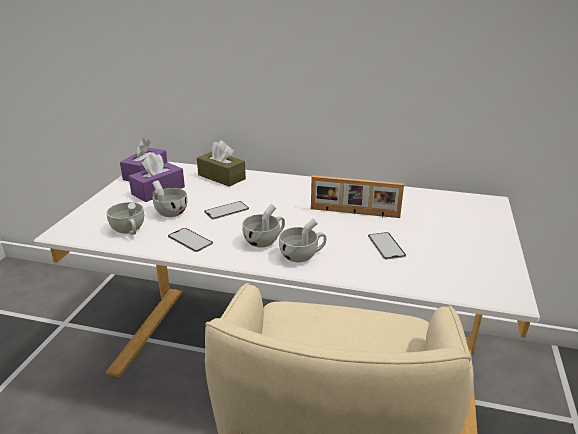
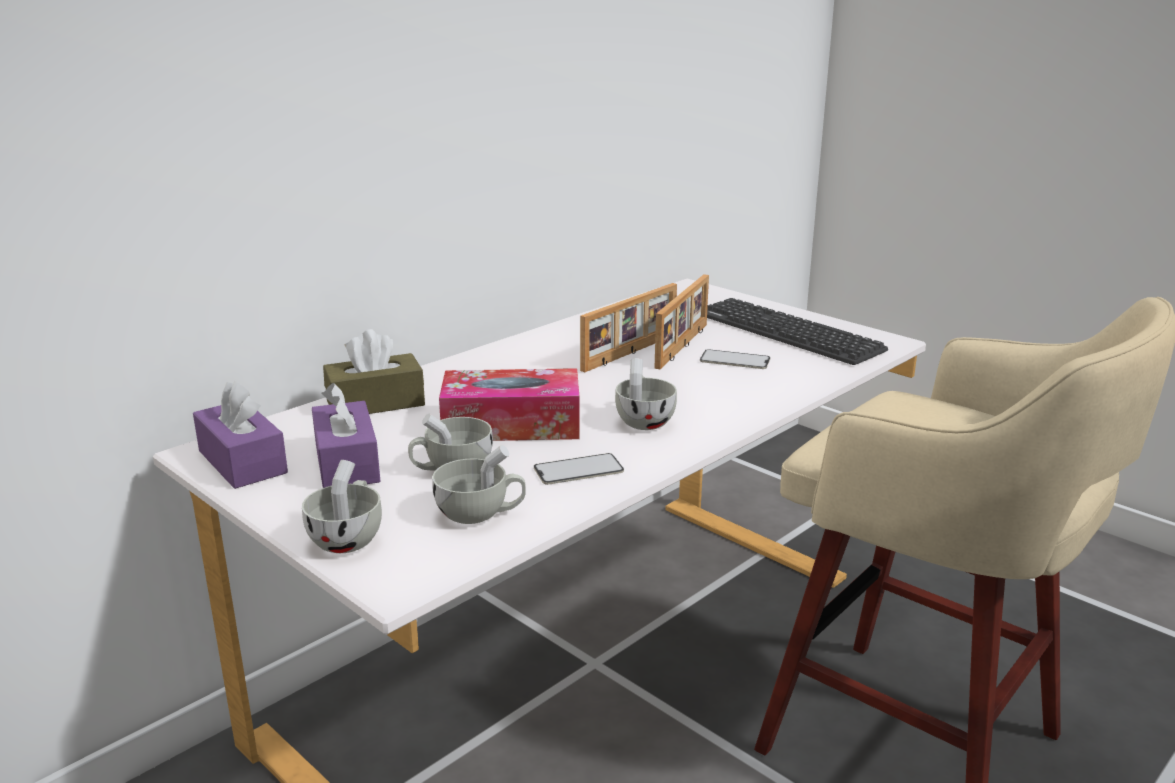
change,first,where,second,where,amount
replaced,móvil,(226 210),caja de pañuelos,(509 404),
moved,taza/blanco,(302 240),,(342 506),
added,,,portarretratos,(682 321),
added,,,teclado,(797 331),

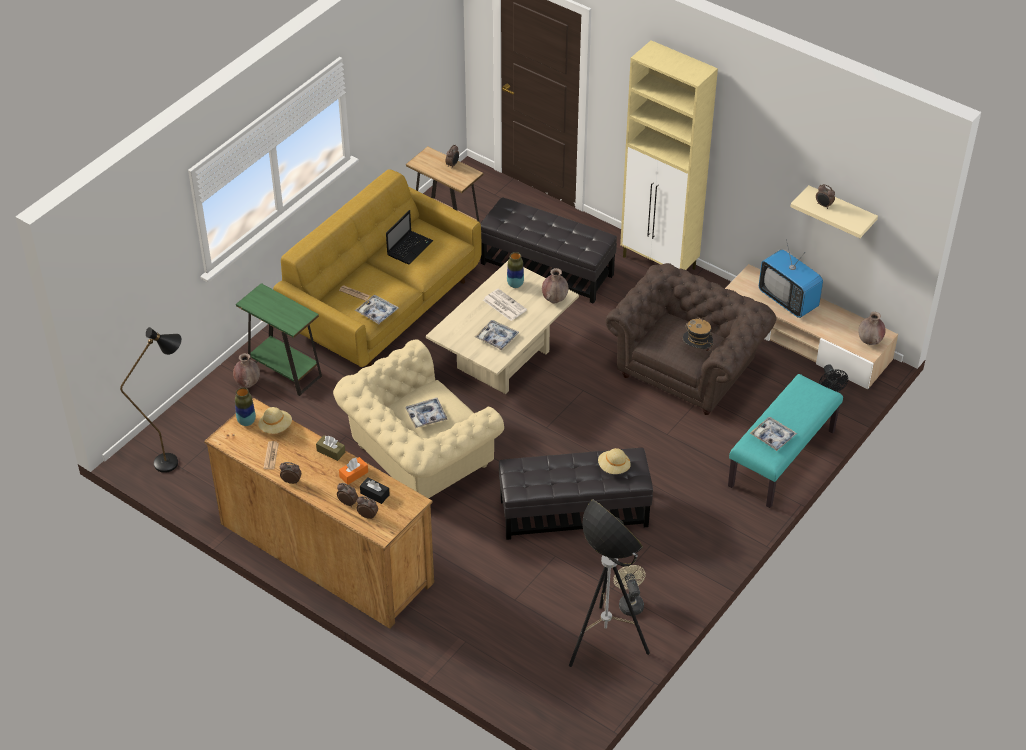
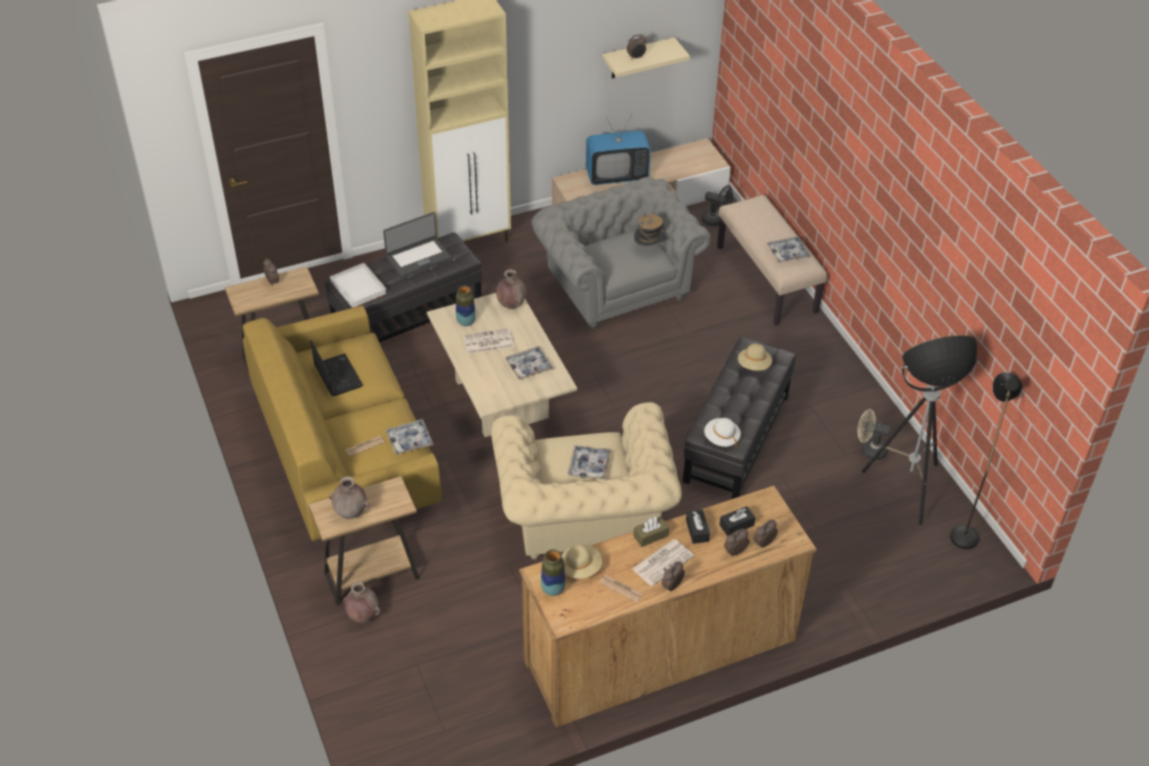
change,first,where,second,where,amount
moved,lámpara de pie/negro,(151 400),,(986 460),
recoloured,mesa auxiliar/verde,(279 339),mesa auxiliar/marrón,(364 540),
recoloured,caja de pañuelos/naranja,(353 471),caja de pañuelos/negro,(698 527),
recoloured,sillón/marrón,(691 339),sillón/gris,(621 253),
recoloured,banco/turquesa,(785 441),banco/beis,(772 260),
moved,florero/marrón,(872 328),,(349 497),
added,,,bandeja/blanco,(358 285),
added,,,portátil,(417 244),
added,,,periódico,(663 562),
added,,,sombrero/blanco,(722 433),

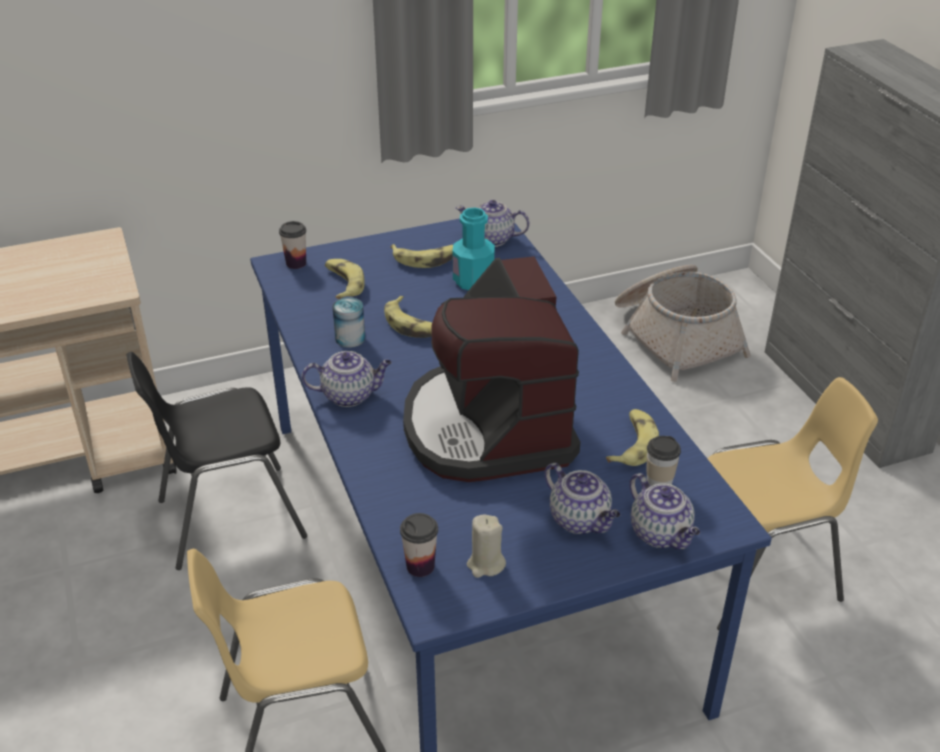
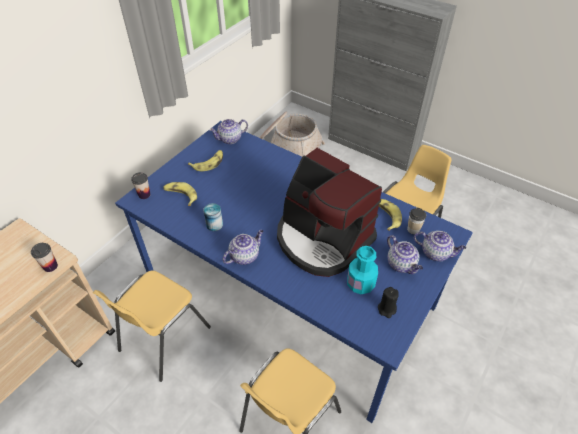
change,first,where,second,where,amount
recoloured,silla/negro,(216 461),silla/amarillo,(152 326),
removed,plátano,(408 317),,,
moved,taza,(419 545),,(44 257),
moved,botella/turquesa,(474 248),,(362 270),
recoloured,vela/beis,(486 546),vela/negro,(388 302),
turned,tetera,(583 498),,(405 254),45 degrees clockwise

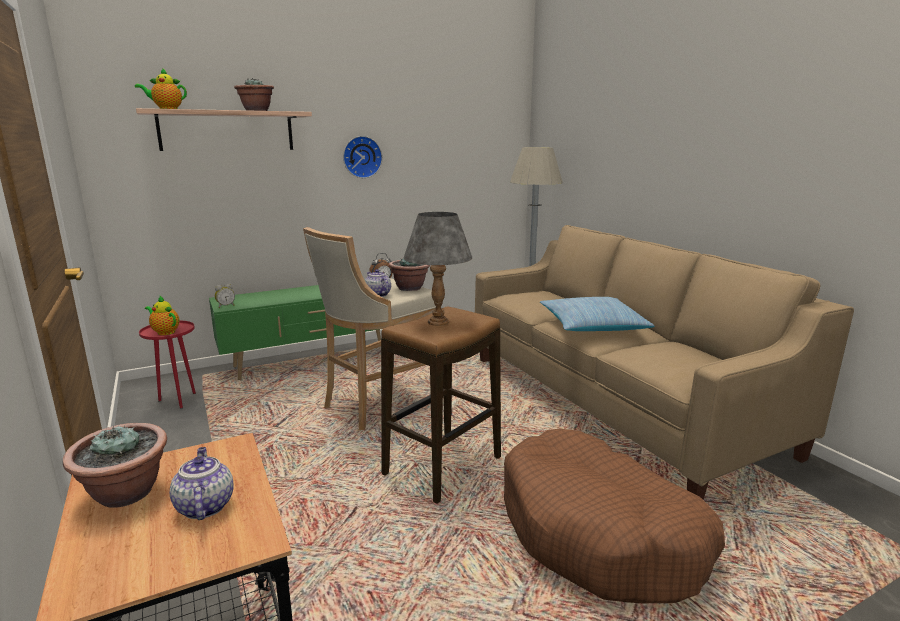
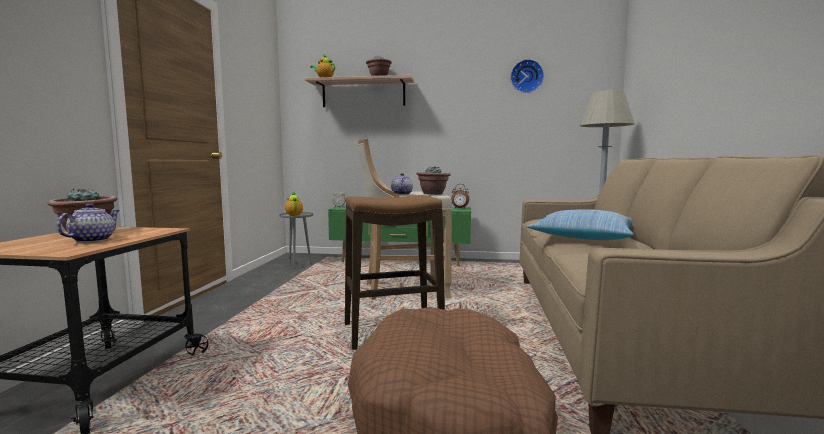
change,first,where,second,where,amount
recoloured,mesa auxiliar/rojo,(167 365),mesa auxiliar/gris,(296 240),
moved,reloj de pared,(362 157),,(527 76),
removed,lámpara de mesa/gris,(438 269),,,

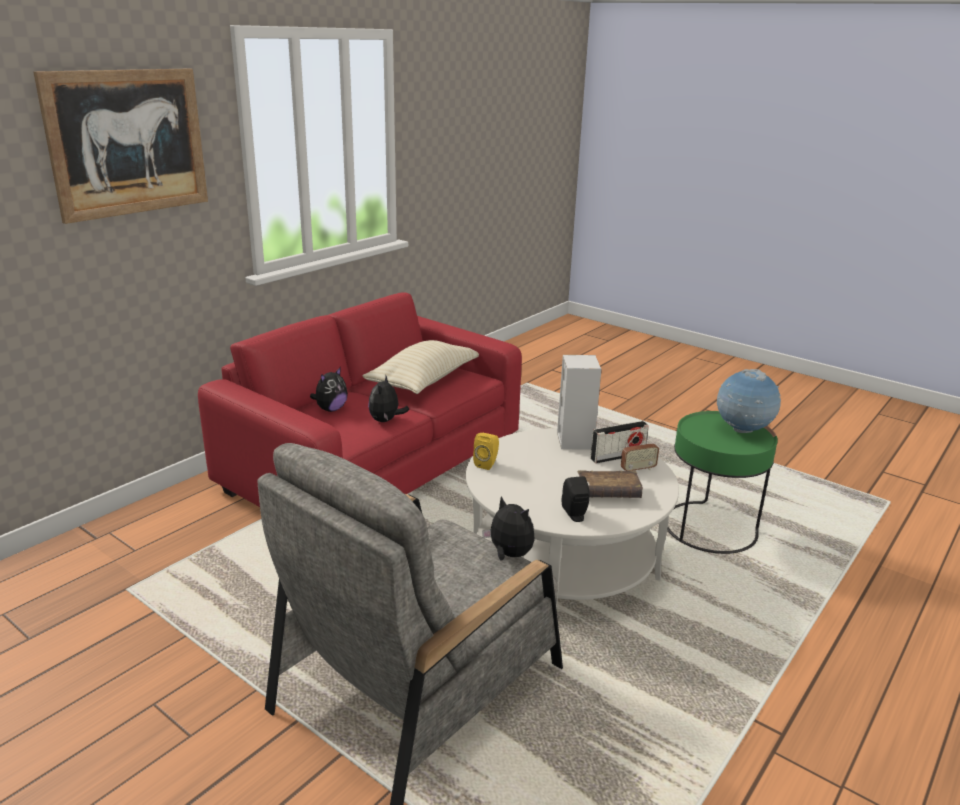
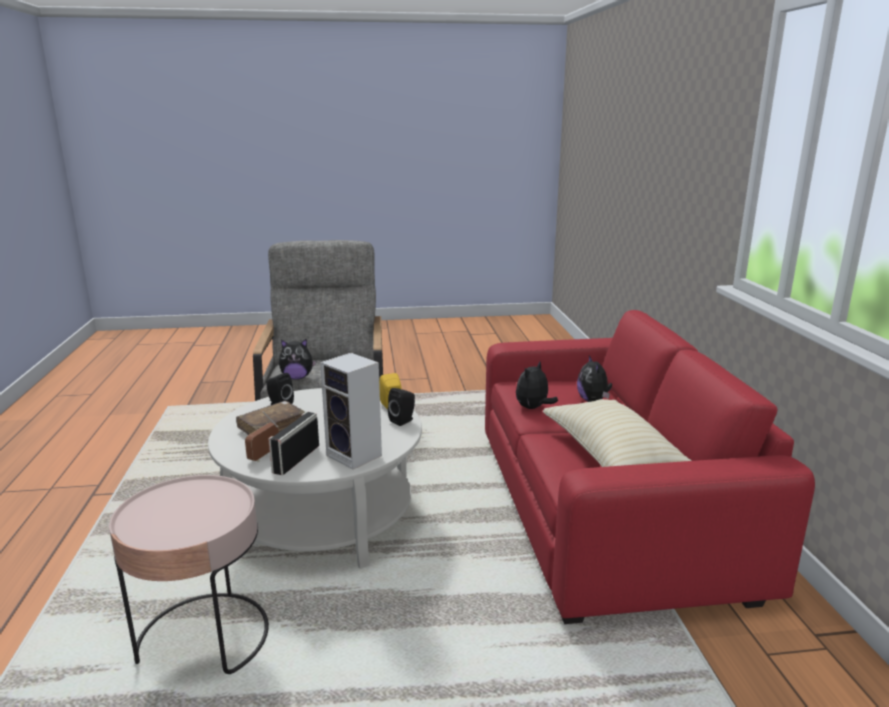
change,first,where,second,where,amount
removed,cuadro,(120 146),,,
turned,peluche,(388 399),,(537 385),105 degrees counterclockwise
recoloured,mesa auxiliar/verde,(722 482),mesa auxiliar/rosa,(189 574),
removed,globo terráqueo,(749 401),,,
added,,,altavoz/negro,(401 407),

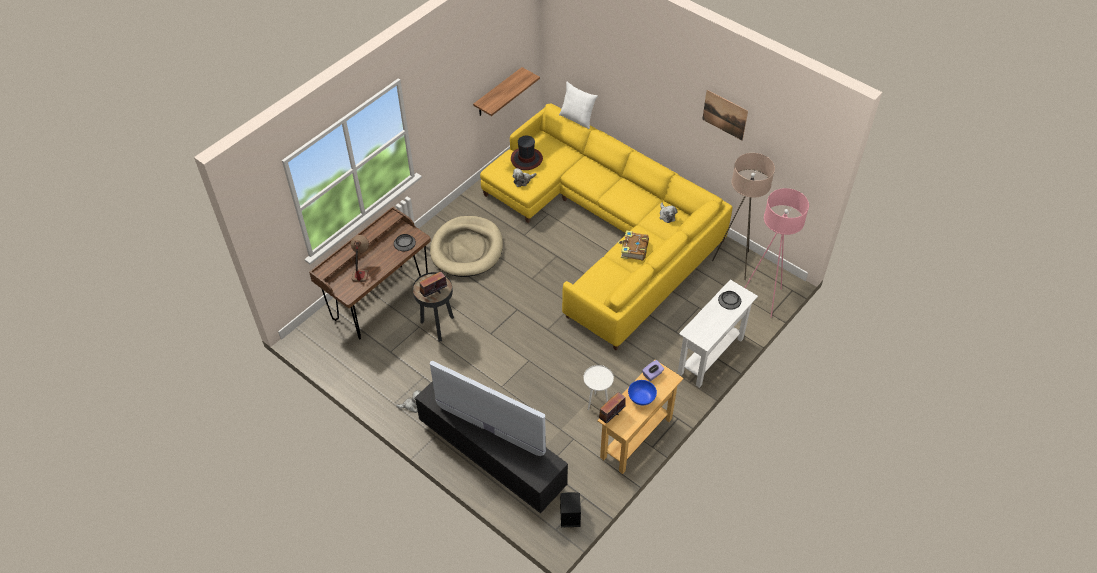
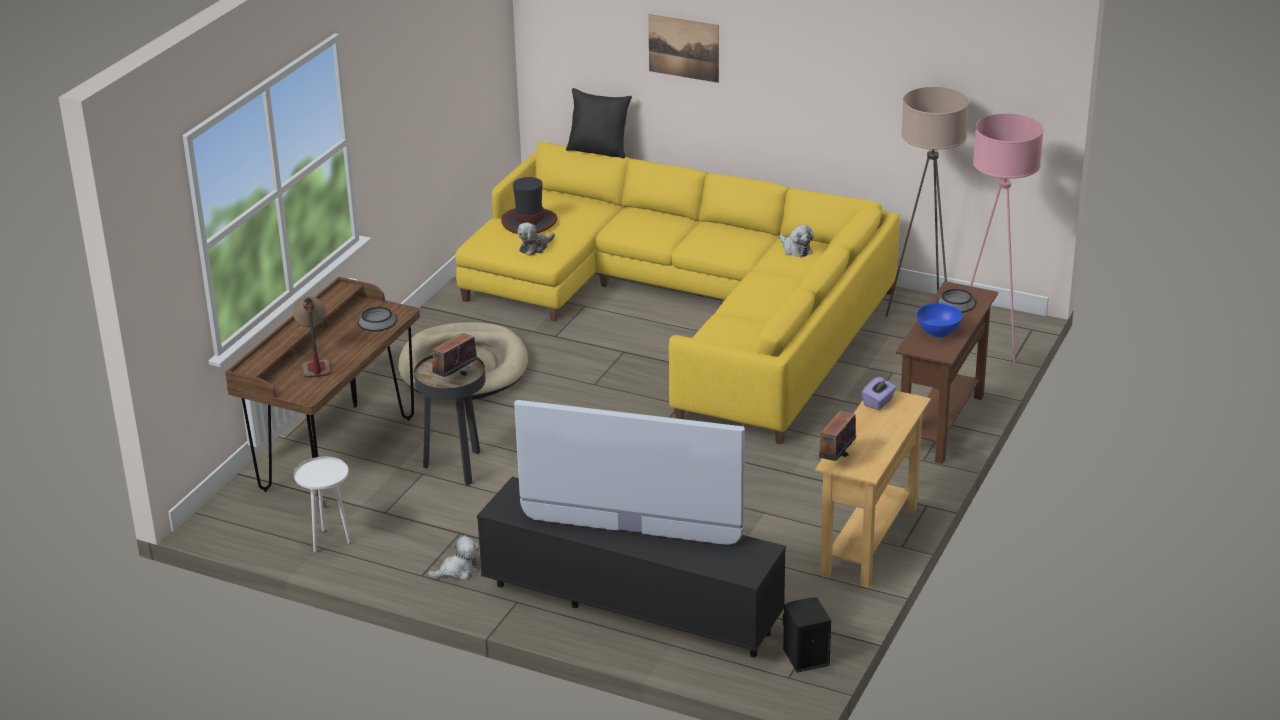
change,first,where,second,where,amount
removed,estante,(506 91),,,
recoloured,cojín/blanco,(578 105),cojín/negro,(599 123),
moved,mesa auxiliar/blanco,(598 387),,(322 505),
removed,libro,(633 245),,,
moved,cuenco/azul,(642 392),,(939 320),
recoloured,mesa consola/blanco,(718 333),mesa consola/marrón,(947 372),
moved,cuadro,(725 115),,(683 48),

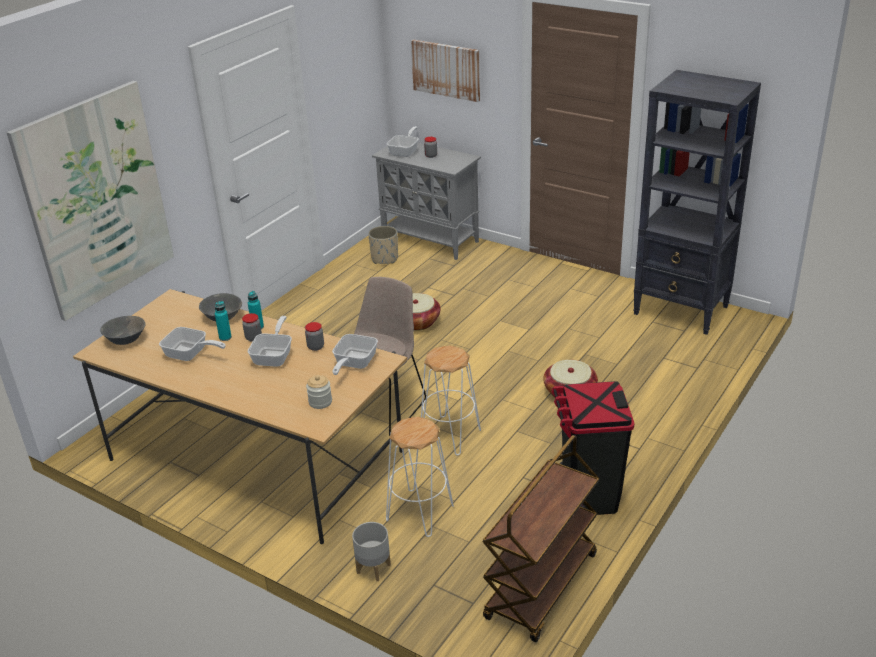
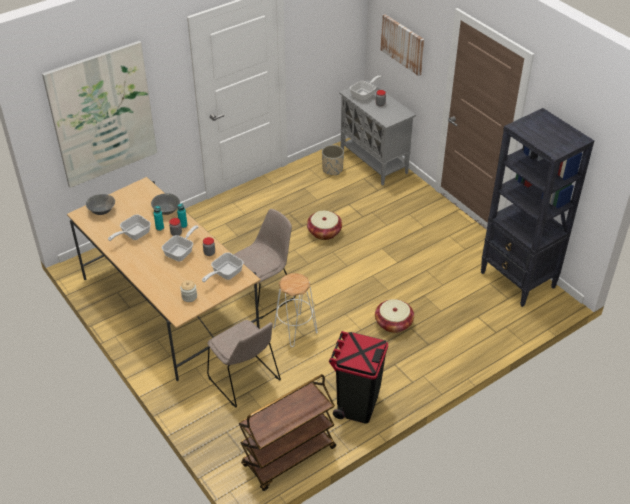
change,first,where,second,where,amount
turned,sartén,(192 344),,(129 227),90 degrees clockwise
removed,maceta/gris,(371 551),,,
replaced,taburete/blanco,(420 477),silla/beis,(244 363),

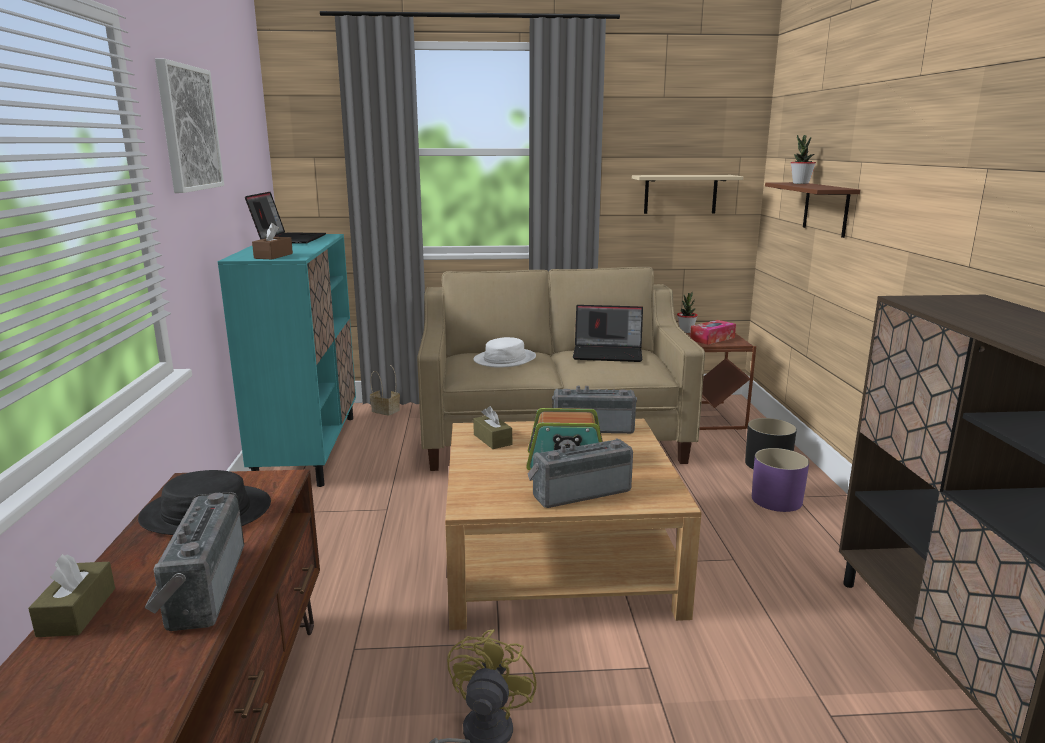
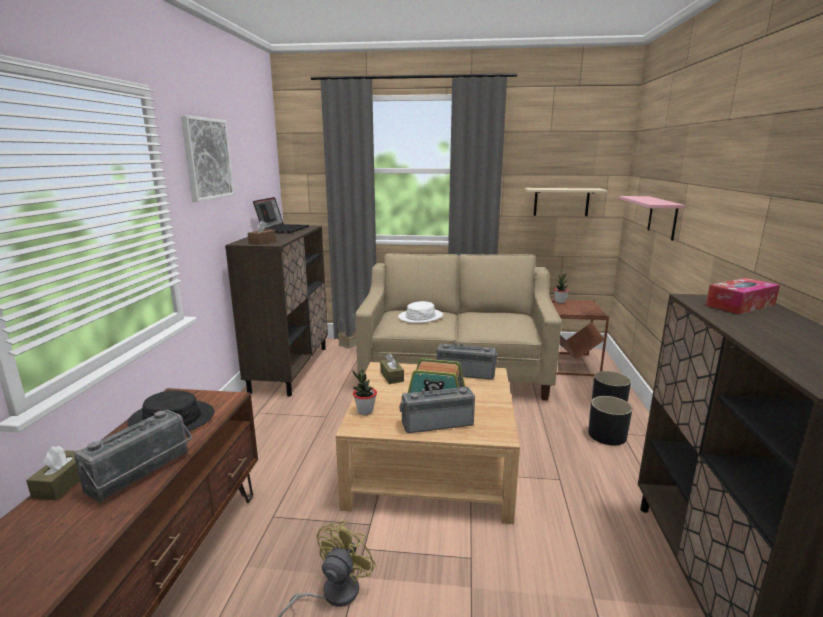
change,first,where,second,where,amount
turned,radio,(194 561),,(133 456),150 degrees counterclockwise
recoloured,armario/turquesa,(287 360),armario/marrón,(276 311),
removed,portátil,(608 333),,,
moved,caja de pañuelos,(713 332),,(743 296),
recoloured,maceta/morado,(780 480),maceta/negro,(610 420),
recoloured,estante/marrón,(812 210),estante/rosa,(652 218),
moved,planta en maceta,(803 159),,(365 392),

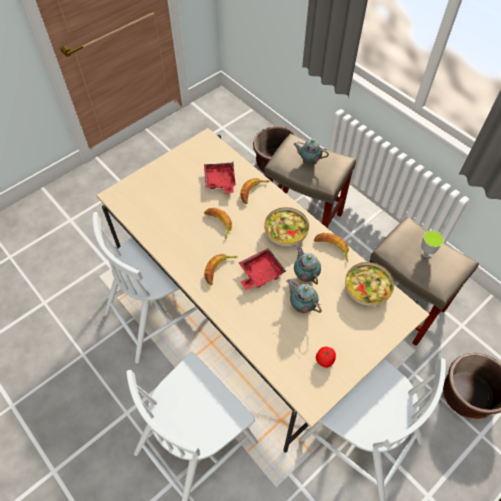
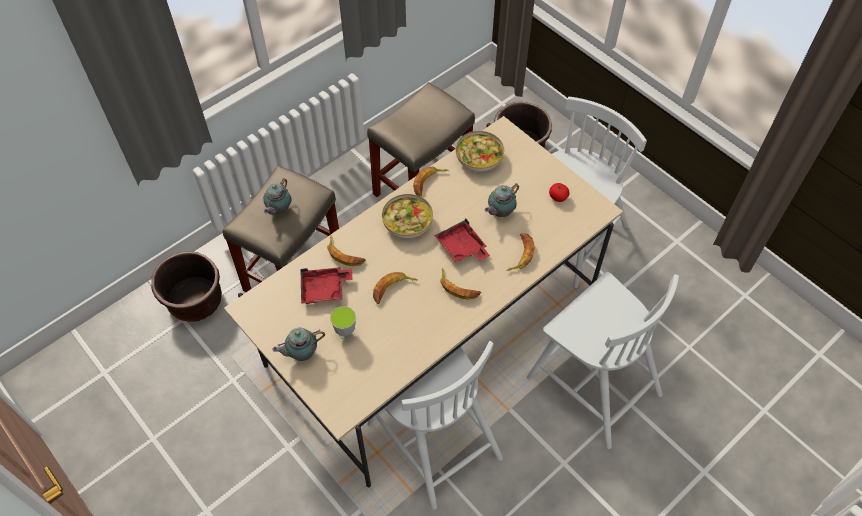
change,first,where,second,where,amount
moved,tetera,(307 265),,(298 344),
moved,taza,(432 244),,(343 323),
added,,,plátano,(521 252),

